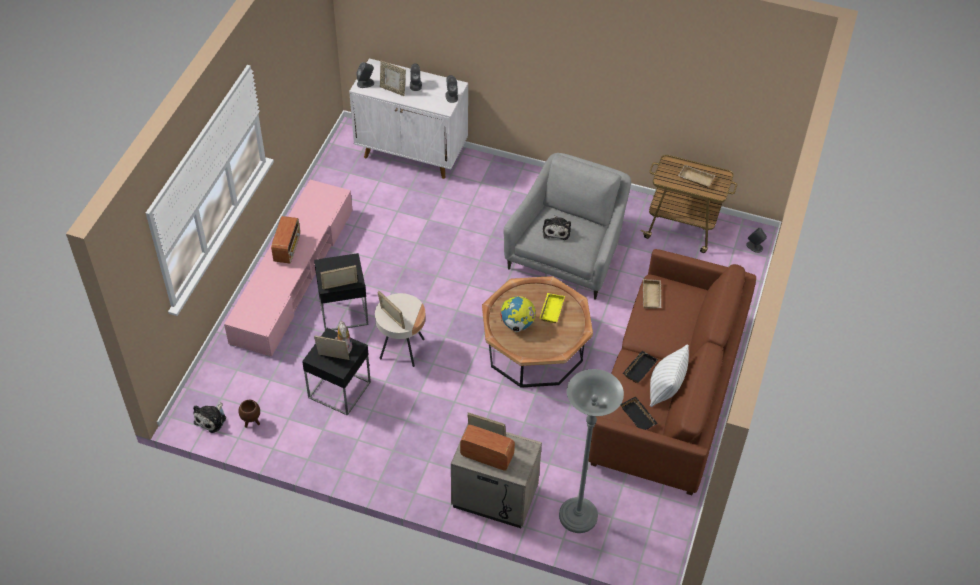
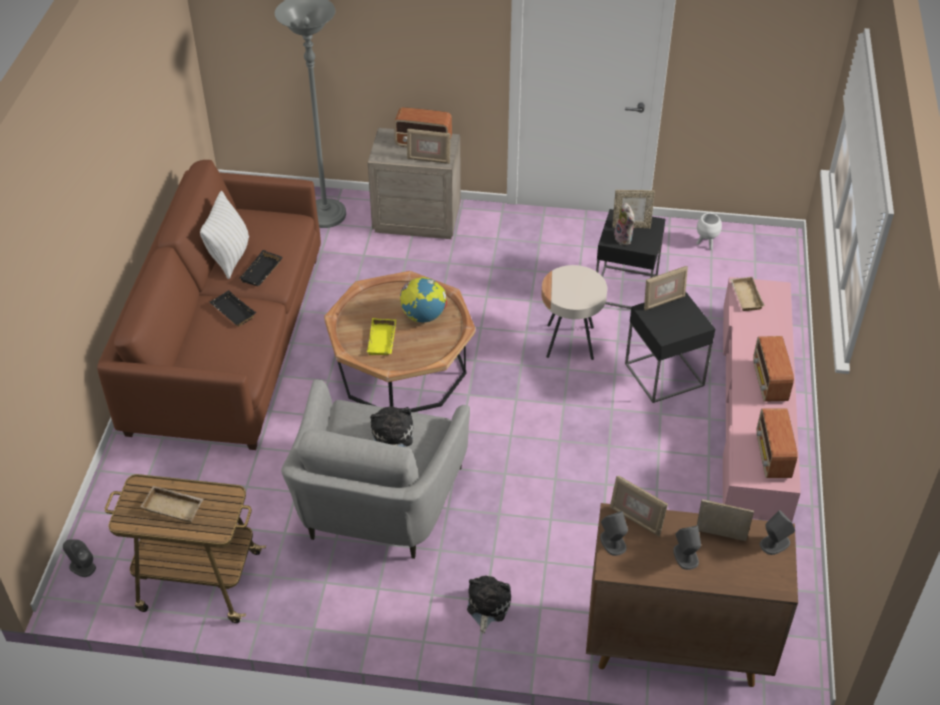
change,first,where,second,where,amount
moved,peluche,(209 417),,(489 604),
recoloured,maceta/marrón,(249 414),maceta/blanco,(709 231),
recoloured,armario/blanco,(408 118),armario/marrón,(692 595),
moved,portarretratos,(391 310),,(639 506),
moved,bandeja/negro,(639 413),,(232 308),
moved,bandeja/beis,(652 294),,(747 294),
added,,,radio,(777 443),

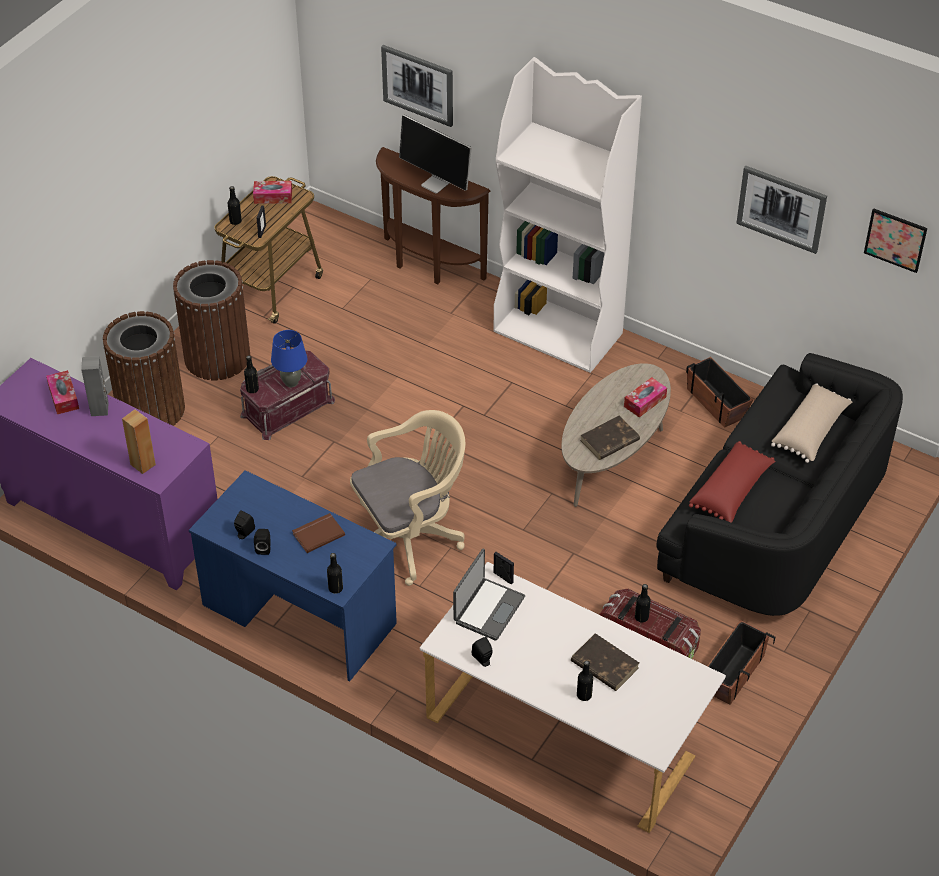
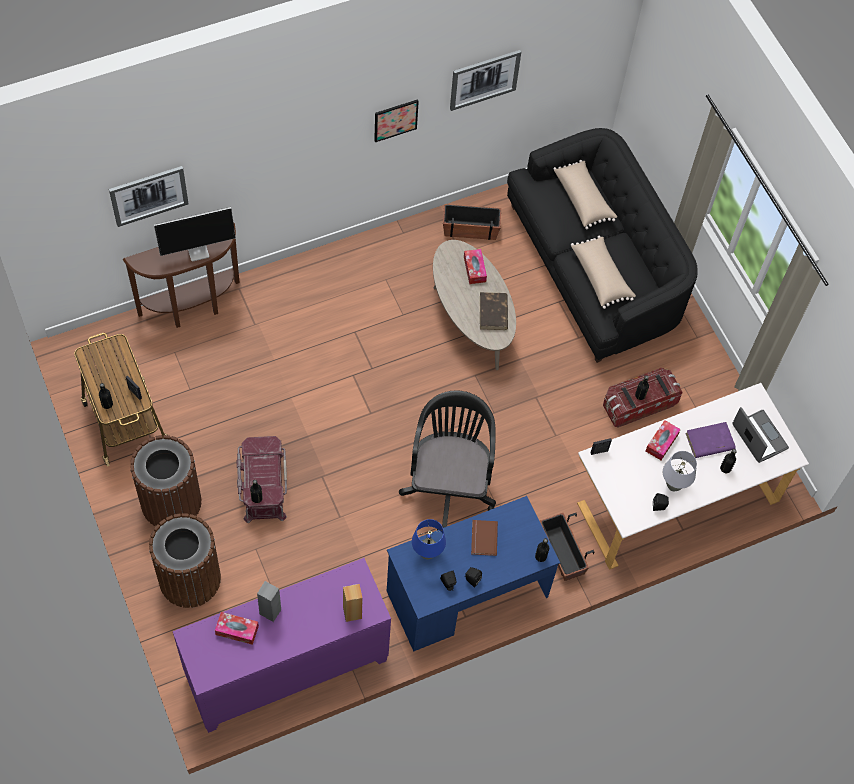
change,first,where,second,where,amount
moved,caja de pañuelos,(272 192),,(663 440),
moved,lámpara de mesa/azul,(289 358),,(429 539),
recoloured,silla de oficina/beis,(407 498),silla de oficina/negro,(447 460),
moved,portátil,(489 595),,(760 435),
removed,estantería/blanco,(567 215),,,
recoloured,libro/marrón,(605 662),libro/morado,(710 440),
recoloured,cojín/rojo,(732 482),cojín/beis,(603 272),
moved,maceta,(741 662),,(567 547),
moved,cuadro,(895 240),,(396 120),
added,,,lámpara de mesa/gris,(680 471),

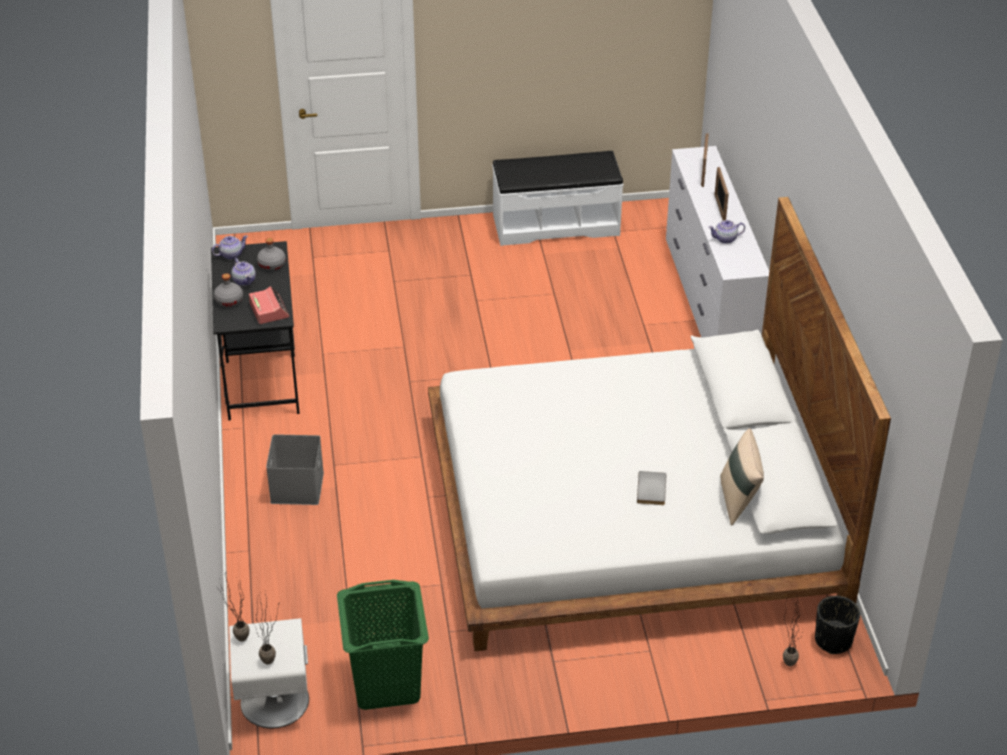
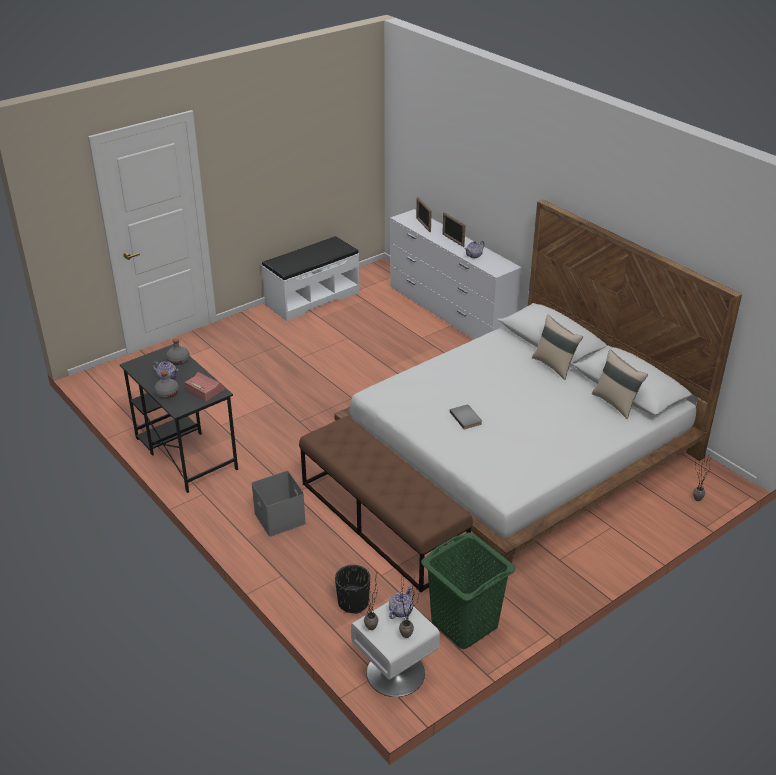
change,first,where,second,where,amount
moved,tetera,(230 247),,(401 602),
moved,libro/gris,(651 488),,(466 417),
moved,maceta/negro,(837 625),,(352 589),
added,,,banco/marrón,(386 504),
added,,,cojín/beis,(557 347),

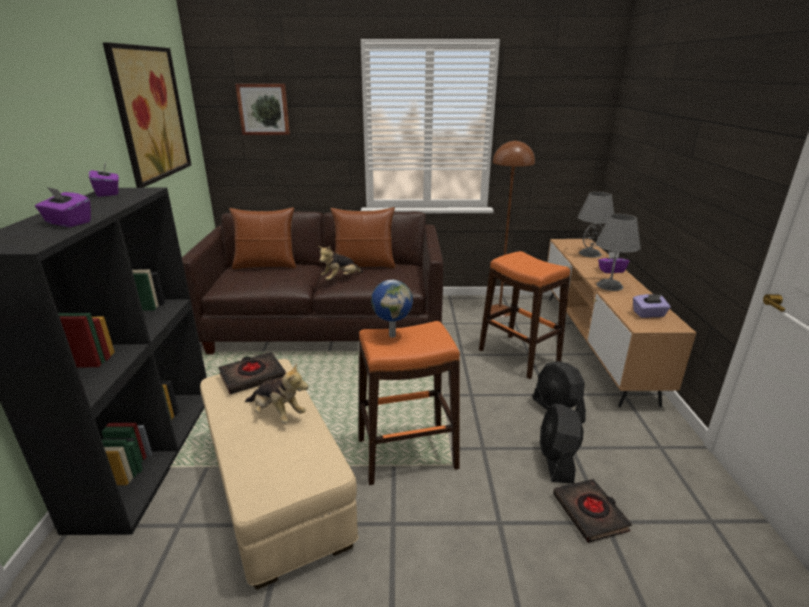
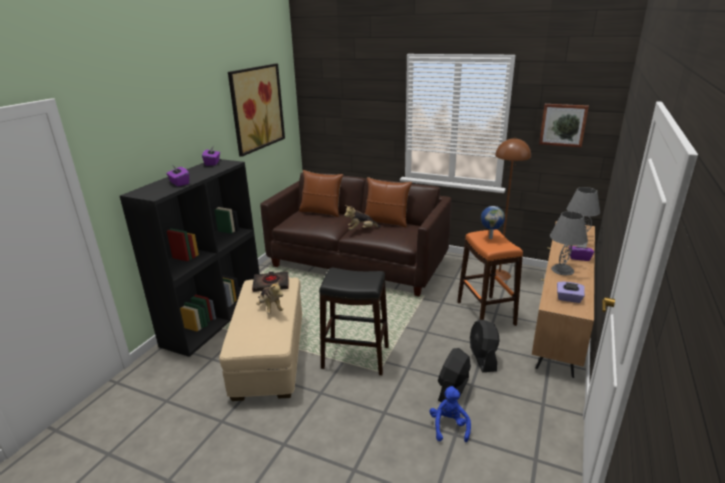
change,first,where,second,where,amount
moved,cuadro,(262 109),,(564 126),
recoloured,taburete/naranja,(409 403),taburete/negro,(354 321),
moved,globo terráqueo,(392 309),,(493 222),
replaced,libro/negro,(592 511),peluche/azul,(450 414),

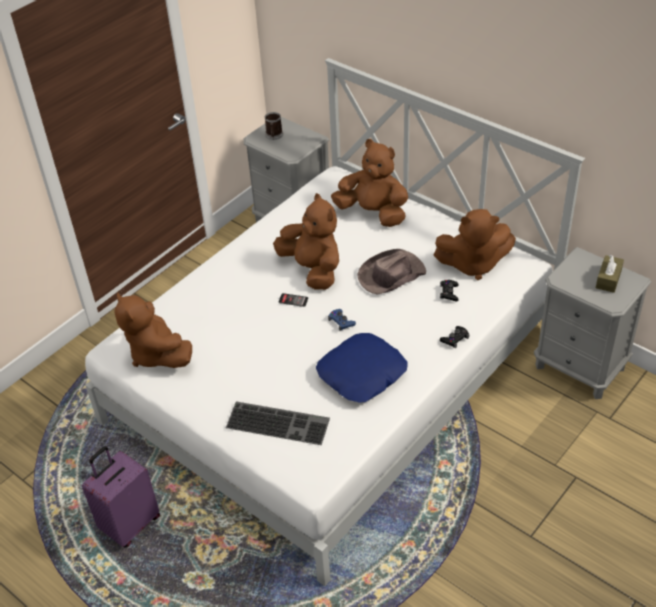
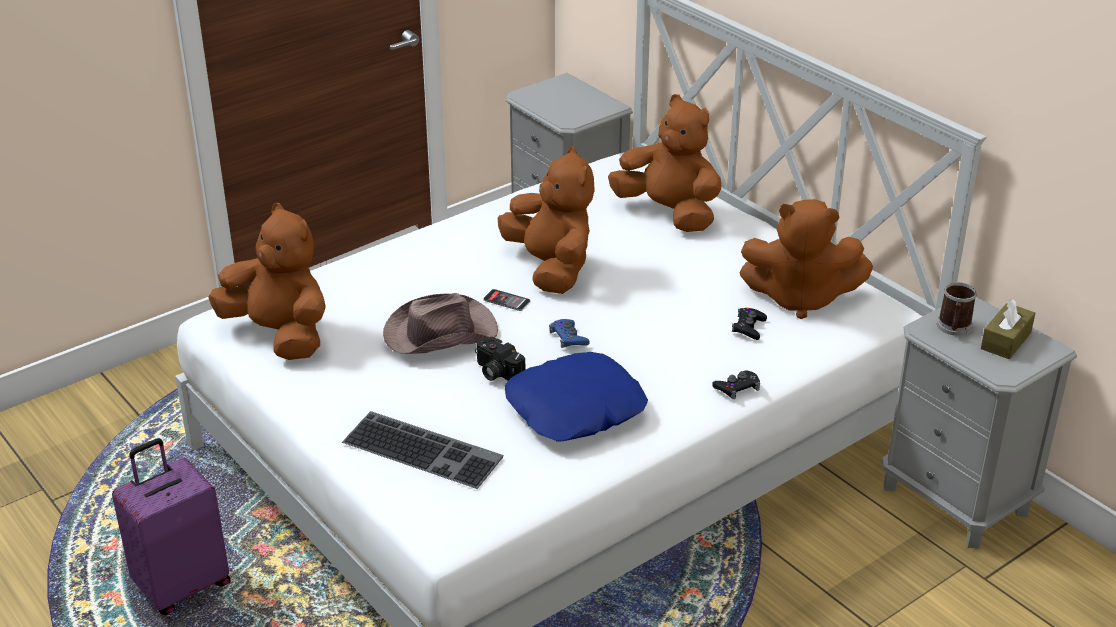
change,first,where,second,where,amount
turned,peluche/marrón,(153 330),,(267 281),150 degrees clockwise
moved,taza grande,(274 126),,(957 309),
moved,sombrero/marrón,(391 272),,(440 323),
added,,,cámara,(500 359),

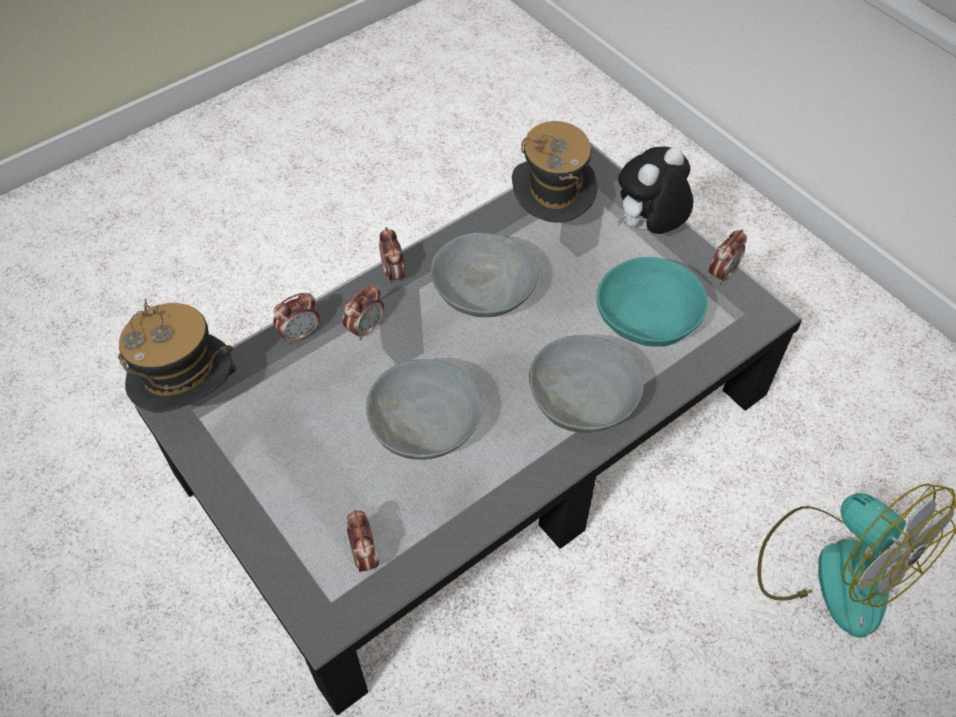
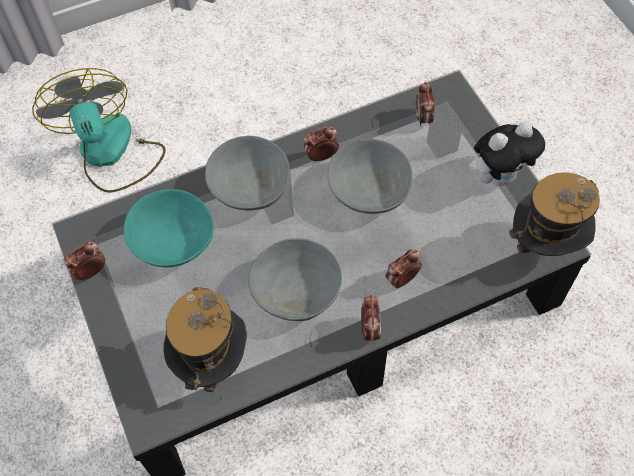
change,first,where,second,where,amount
moved,despertador,(296 318),,(321 144),
moved,peluche,(656 190),,(509 154),

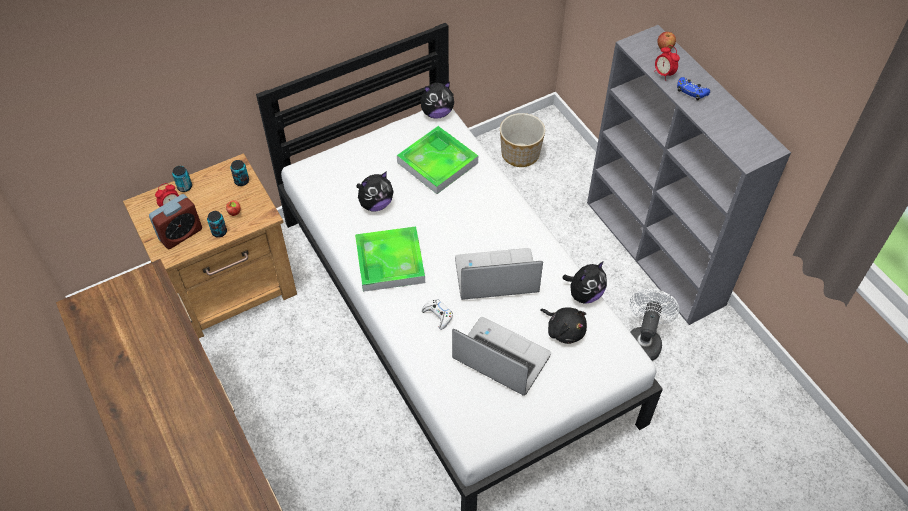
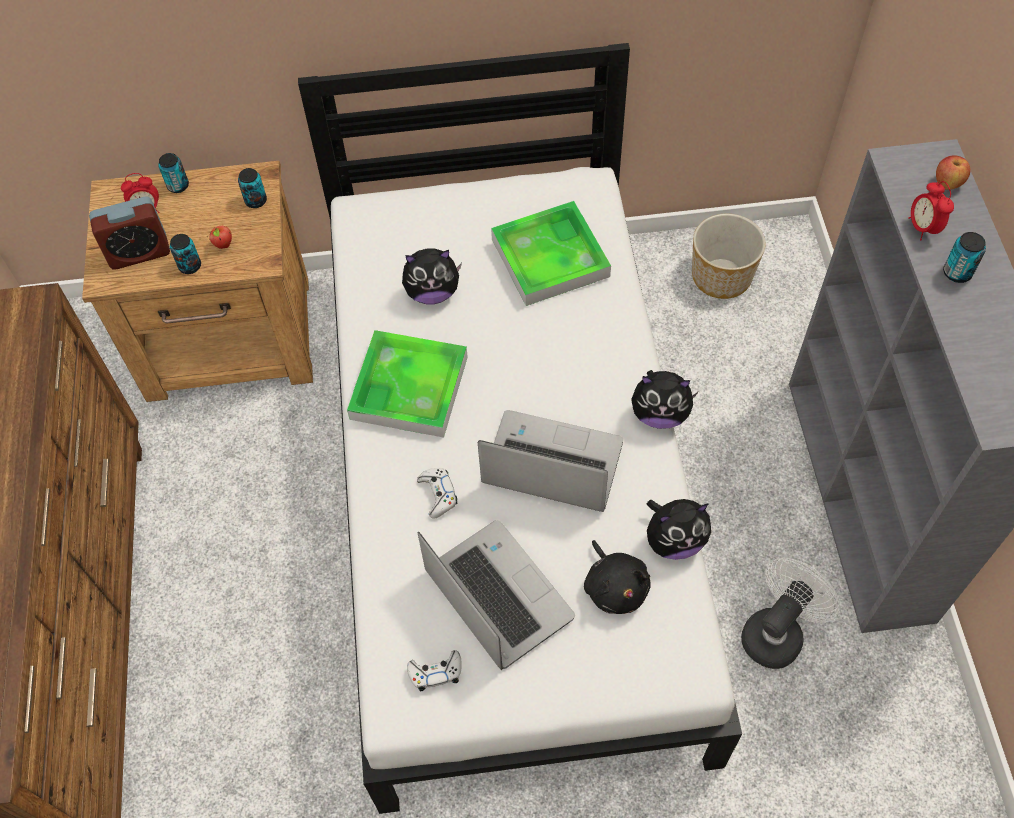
change,first,where,second,where,amount
moved,peluche,(437 100),,(664 399),
replaced,mando de consola/azul,(693 89),lata,(964 257),
added,,,mando de consola/blanco,(434 671),

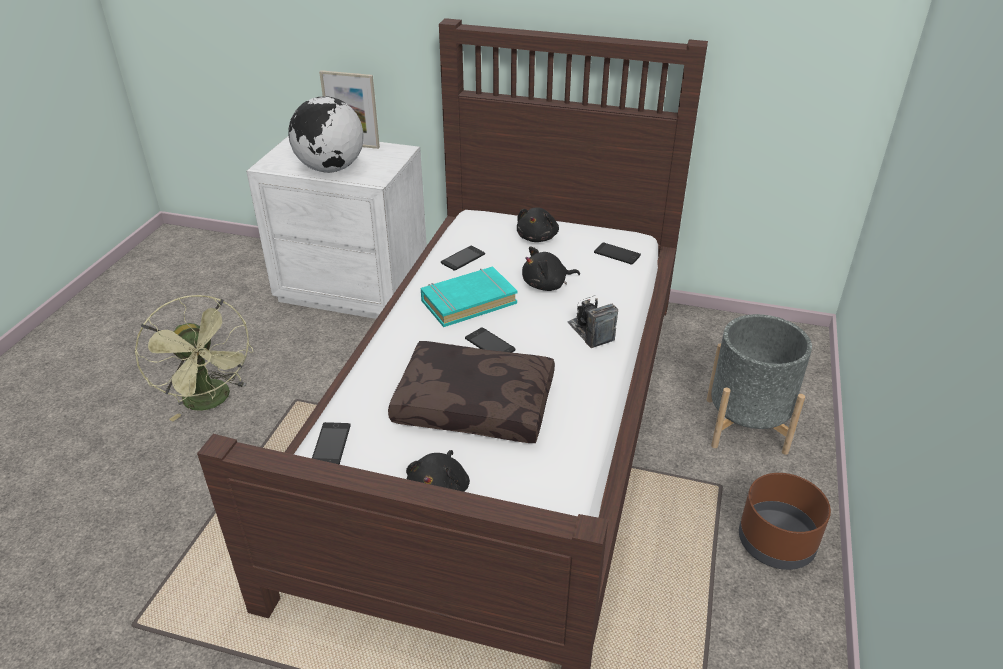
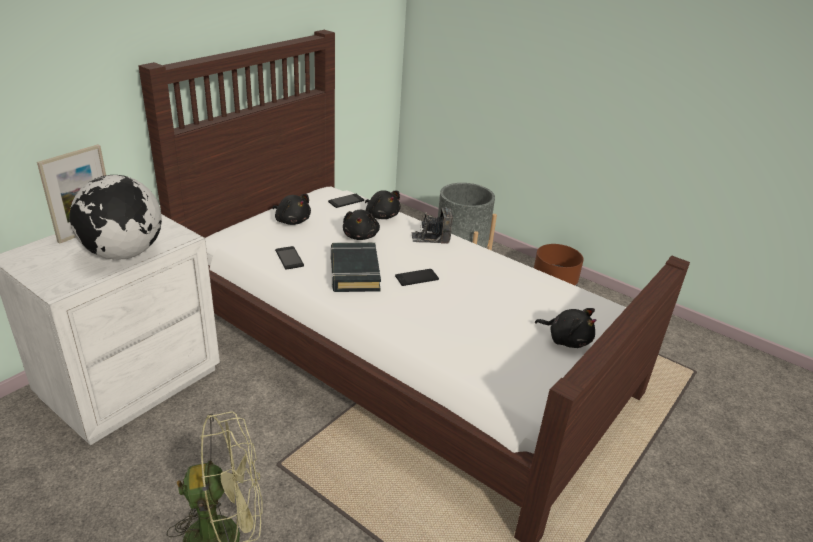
change,first,where,second,where,amount
removed,móvil,(331 443),,,
removed,cojín/marrón,(471 392),,,
recoloured,libro/turquesa,(469 297),libro/negro,(356 267),
added,,,peluche/negro,(383 204),

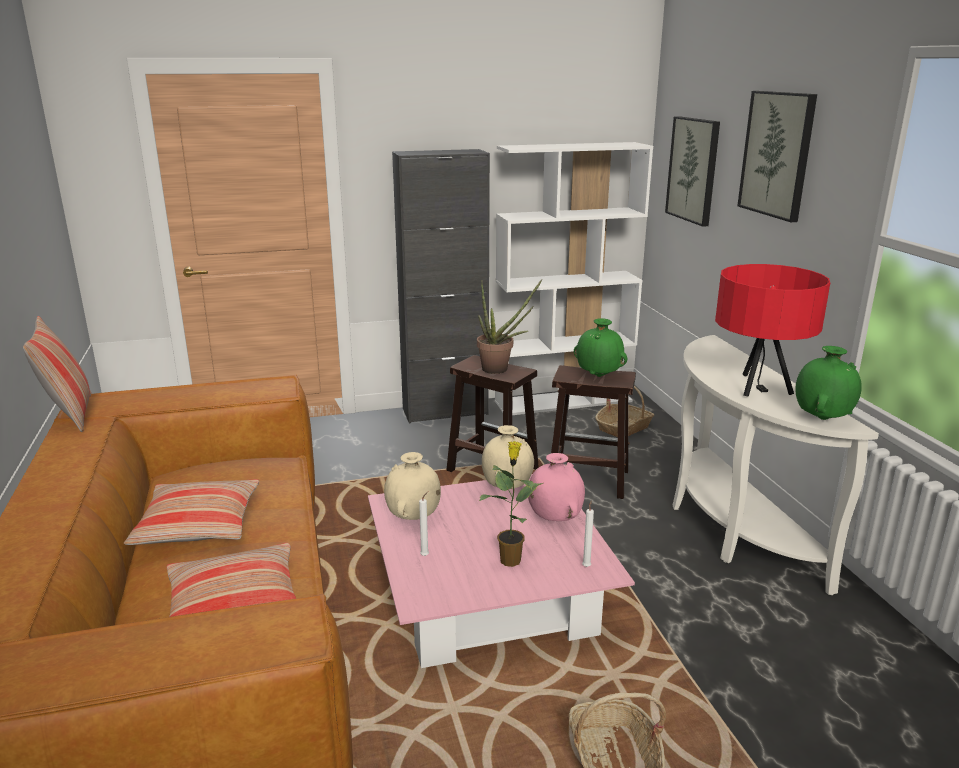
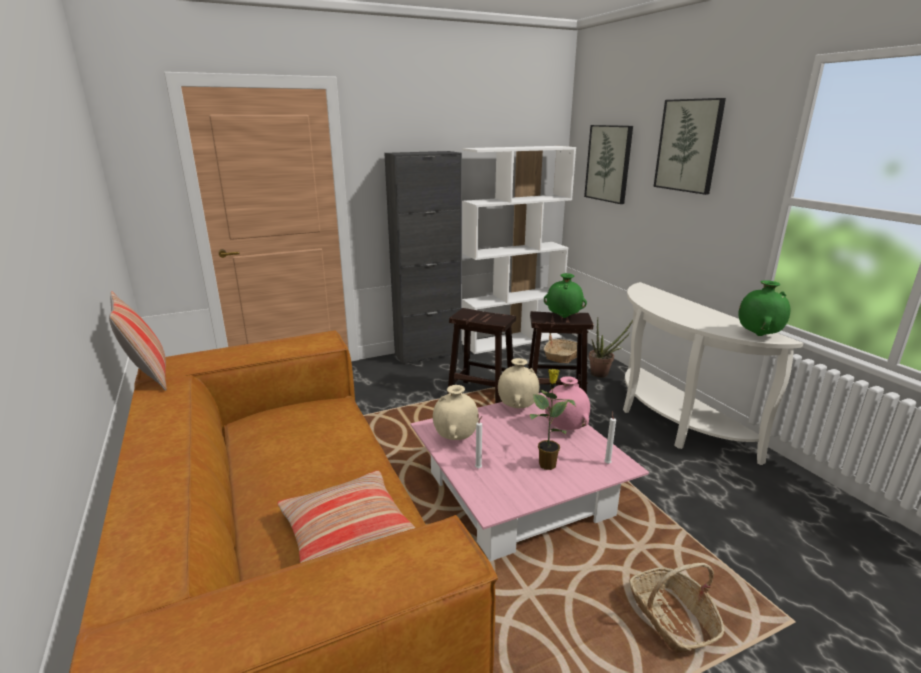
change,first,where,second,where,amount
removed,cojín,(191 512),,,
moved,planta en maceta,(509 326),,(611 348),
removed,lámpara de mesa/rojo,(772 330),,,

